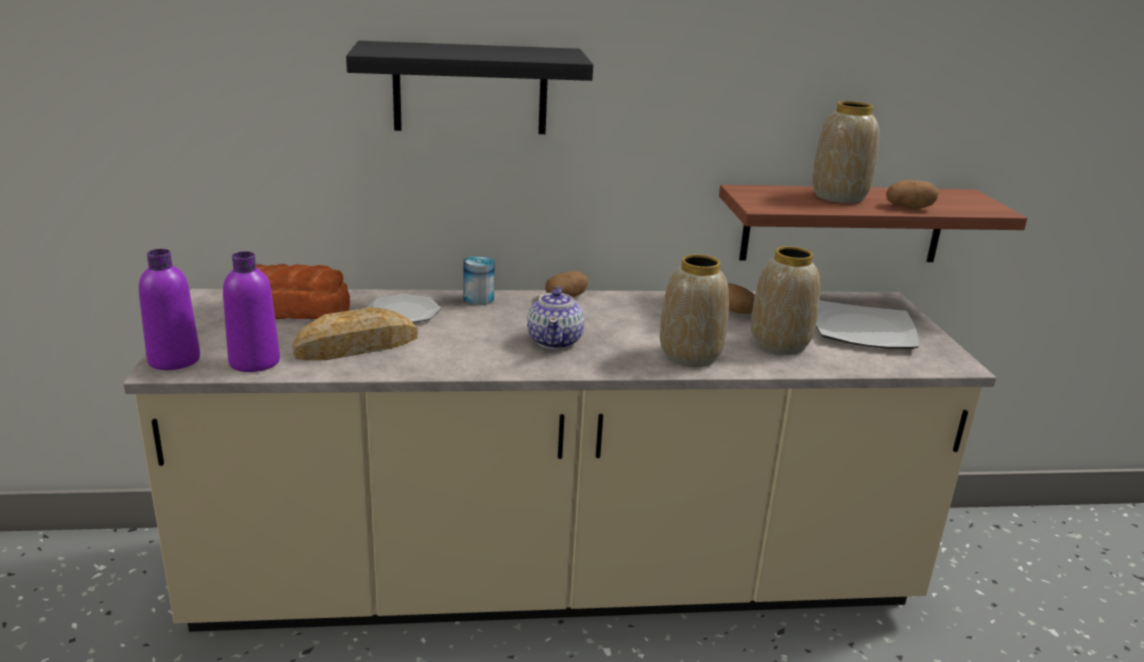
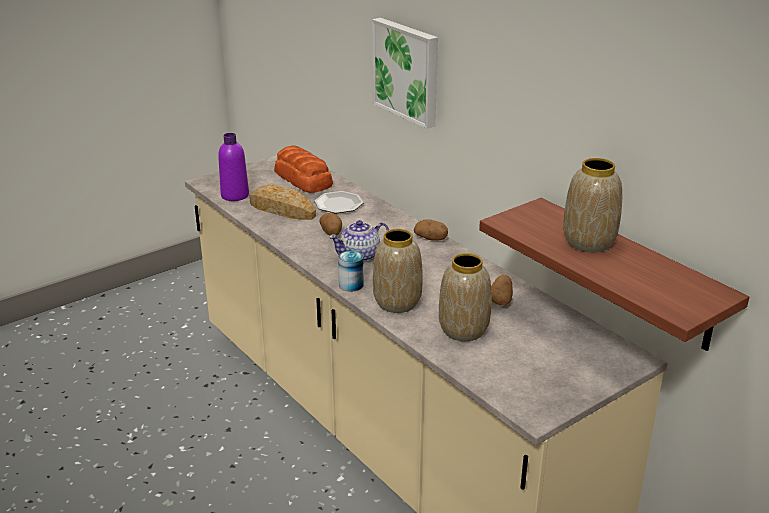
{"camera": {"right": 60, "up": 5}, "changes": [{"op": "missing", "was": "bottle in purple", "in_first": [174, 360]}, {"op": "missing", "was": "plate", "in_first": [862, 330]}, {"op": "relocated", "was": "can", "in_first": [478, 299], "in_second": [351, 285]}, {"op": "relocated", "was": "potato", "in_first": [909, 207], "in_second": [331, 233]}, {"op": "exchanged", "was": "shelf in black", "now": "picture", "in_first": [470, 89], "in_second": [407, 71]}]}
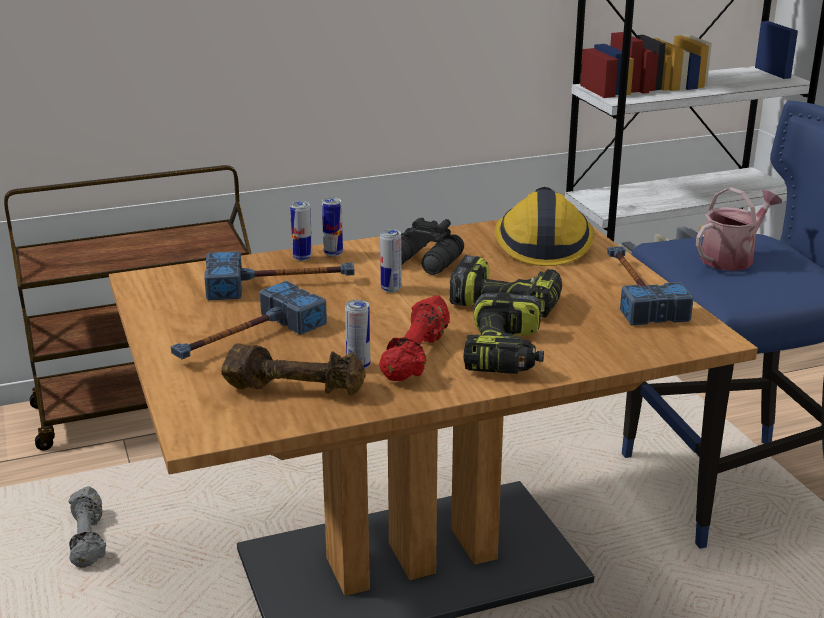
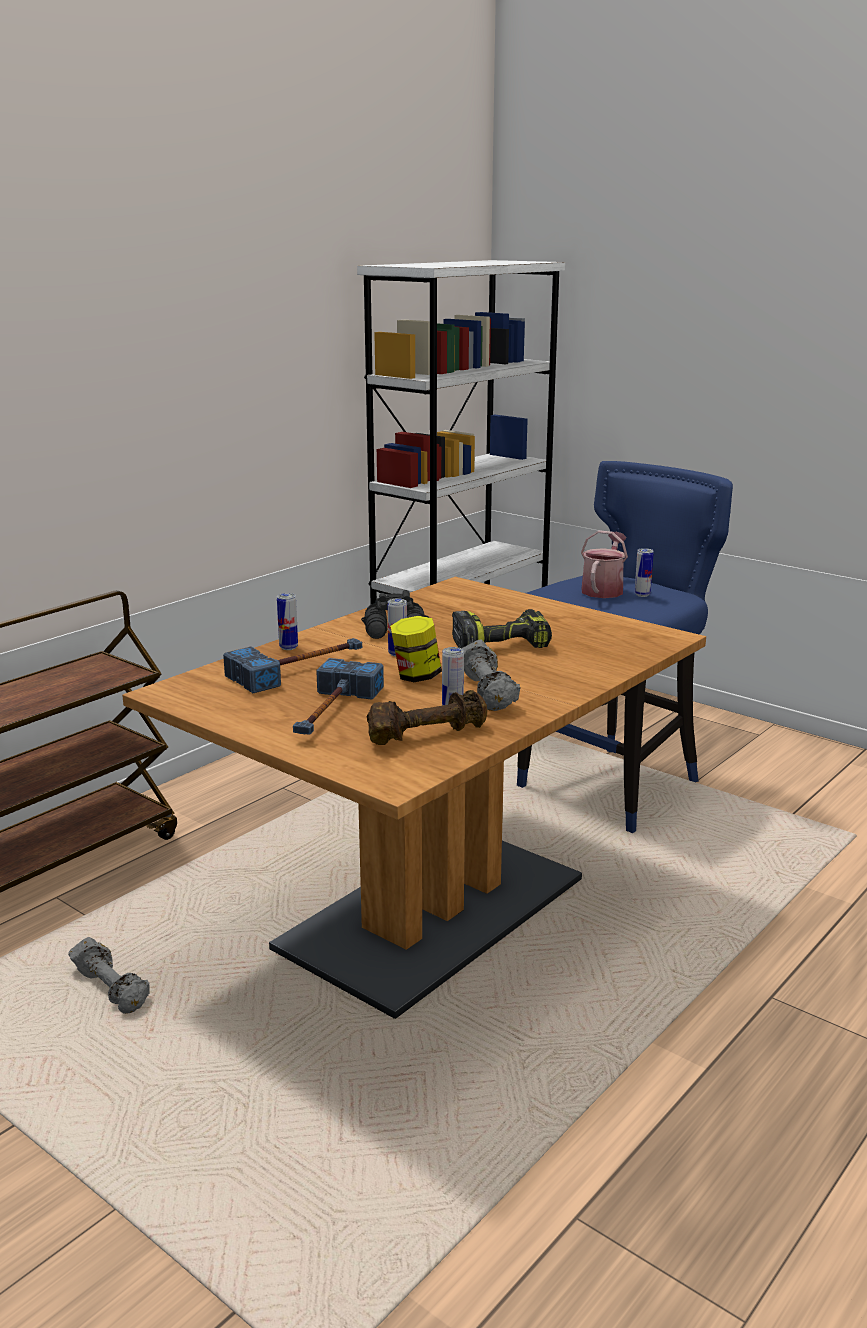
{"camera": {"right": -30, "up": -5}, "changes": [{"op": "missing", "was": "power drill", "in_first": [506, 353]}, {"op": "missing", "was": "hard hat", "in_first": [542, 244]}, {"op": "missing", "was": "hammer", "in_first": [636, 291]}, {"op": "appeared", "now": "jar", "in_second": [416, 676]}, {"op": "relocated", "was": "can", "in_first": [333, 253], "in_second": [642, 595]}, {"op": "colour", "was": "dumbbell in red", "now": "dumbbell in grey", "in_first": [417, 357], "in_second": [488, 692]}]}
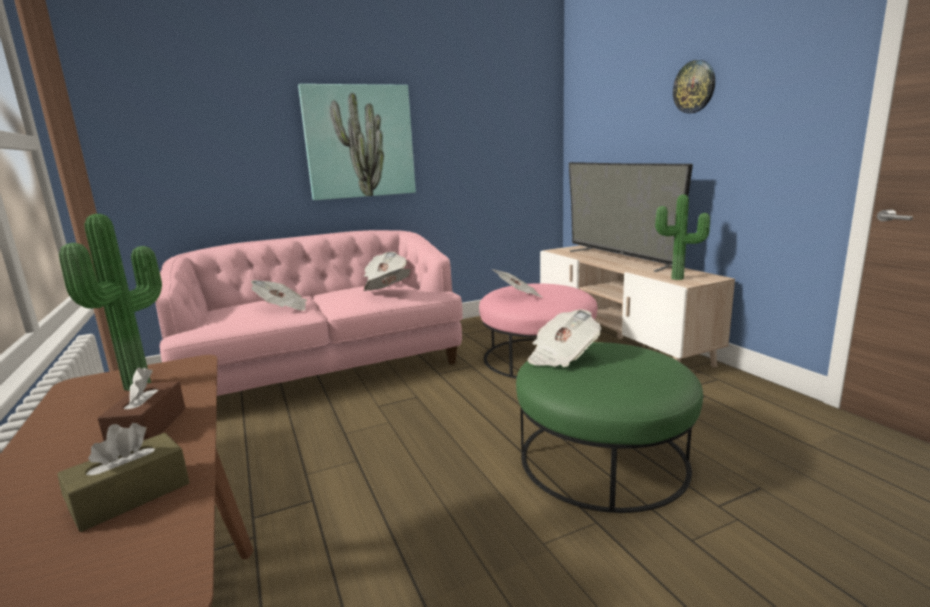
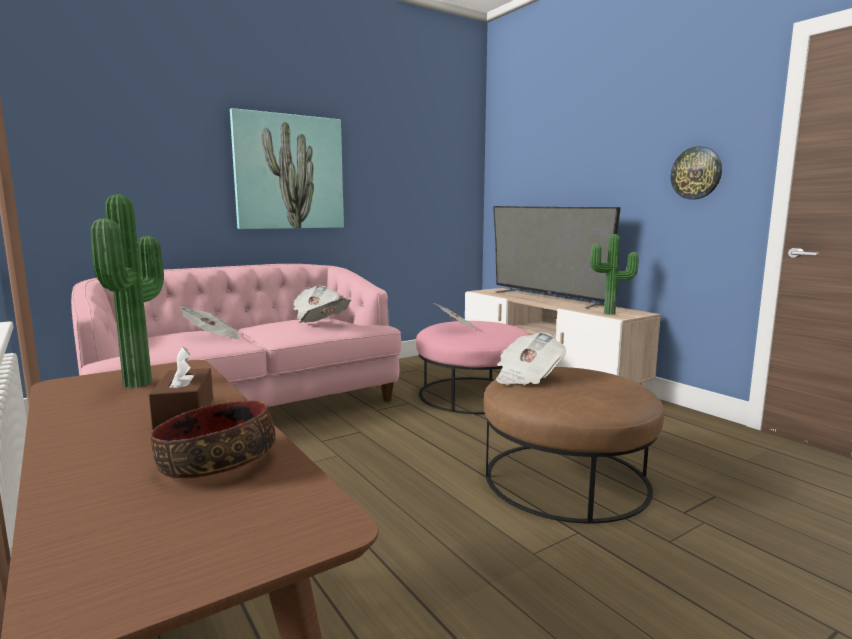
{"camera": {"right": -10, "up": -5}, "changes": [{"op": "relocated", "was": "wall clock", "in_first": [694, 87], "in_second": [696, 173]}, {"op": "exchanged", "was": "tissue box in brown", "now": "bowl", "in_first": [130, 496], "in_second": [218, 461]}, {"op": "colour", "was": "ottoman in green", "now": "ottoman in brown", "in_first": [602, 458], "in_second": [566, 479]}]}
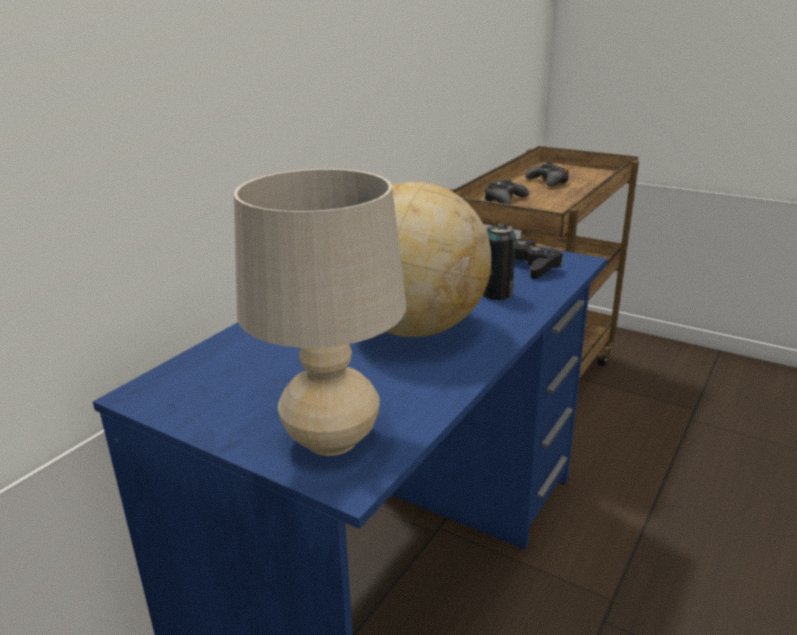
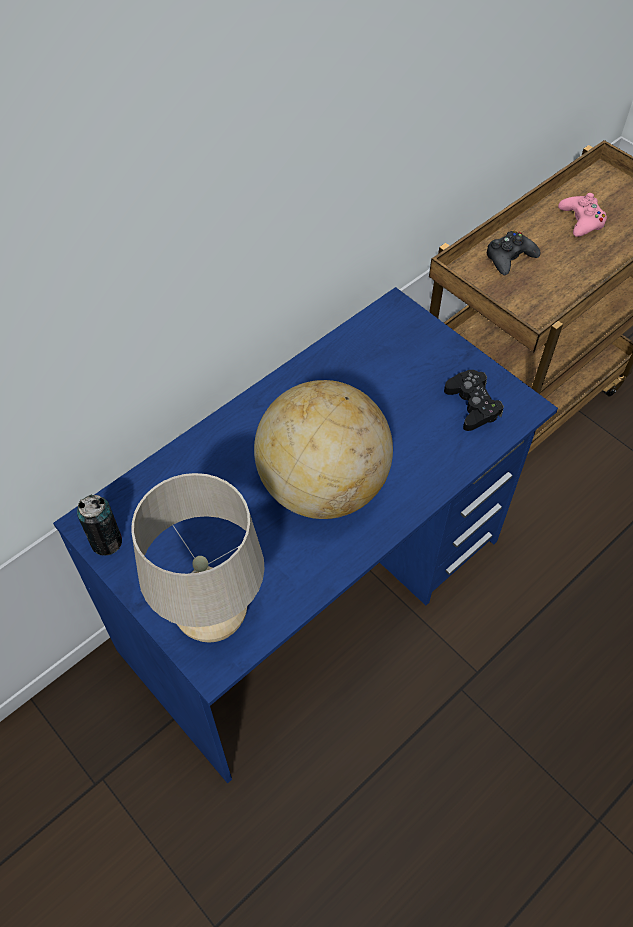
{"camera": {"right": 15, "up": 30}, "changes": [{"op": "relocated", "was": "can", "in_first": [497, 294], "in_second": [106, 542]}, {"op": "colour", "was": "game controller in black", "now": "game controller in pink", "in_first": [548, 182], "in_second": [581, 221]}]}
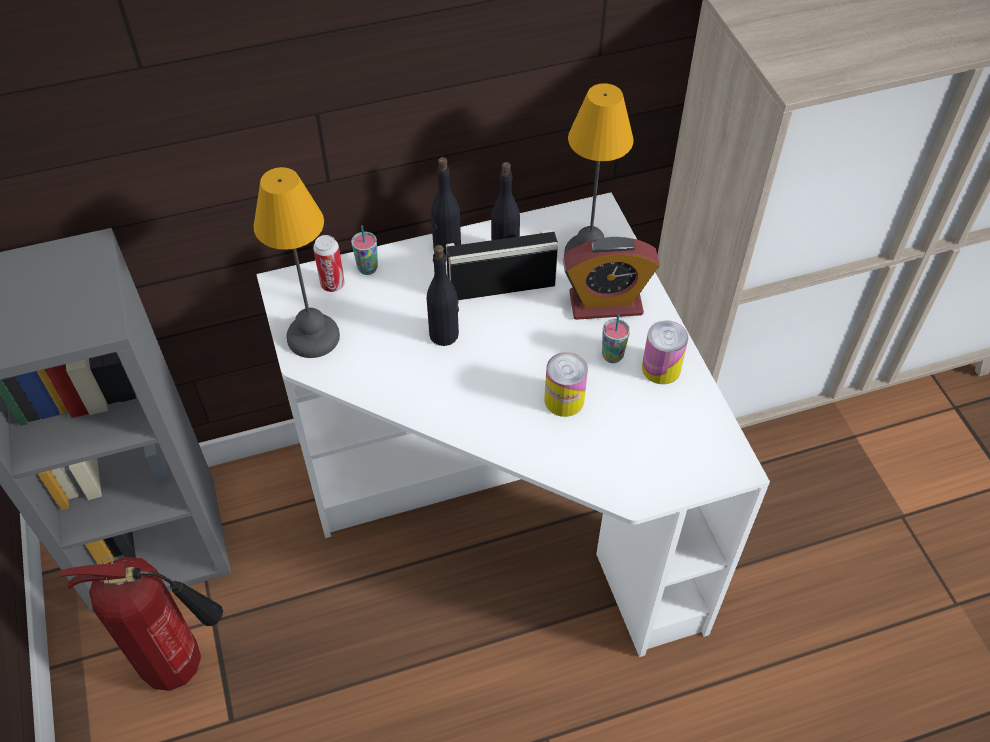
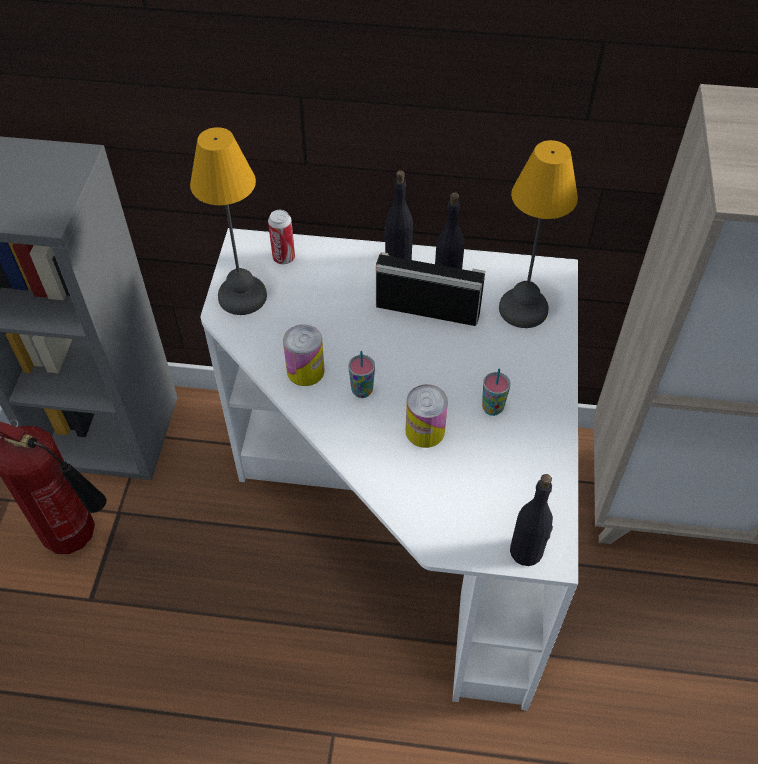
{"camera": {"right": 25, "up": 0}, "changes": [{"op": "missing", "was": "alarm clock", "in_first": [605, 303]}, {"op": "relocated", "was": "cup", "in_first": [367, 268], "in_second": [362, 391]}, {"op": "relocated", "was": "bottle in black", "in_first": [444, 334], "in_second": [526, 551]}, {"op": "relocated", "was": "can", "in_first": [661, 368], "in_second": [305, 371]}]}
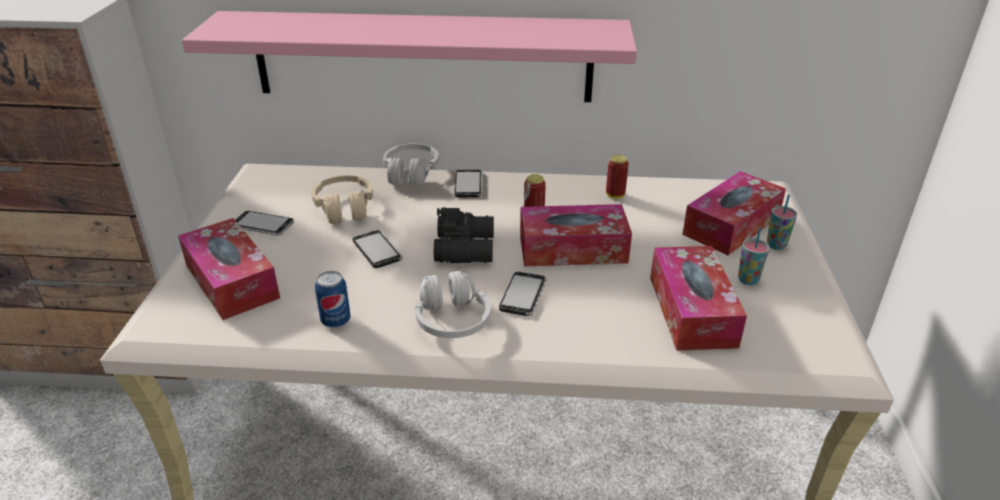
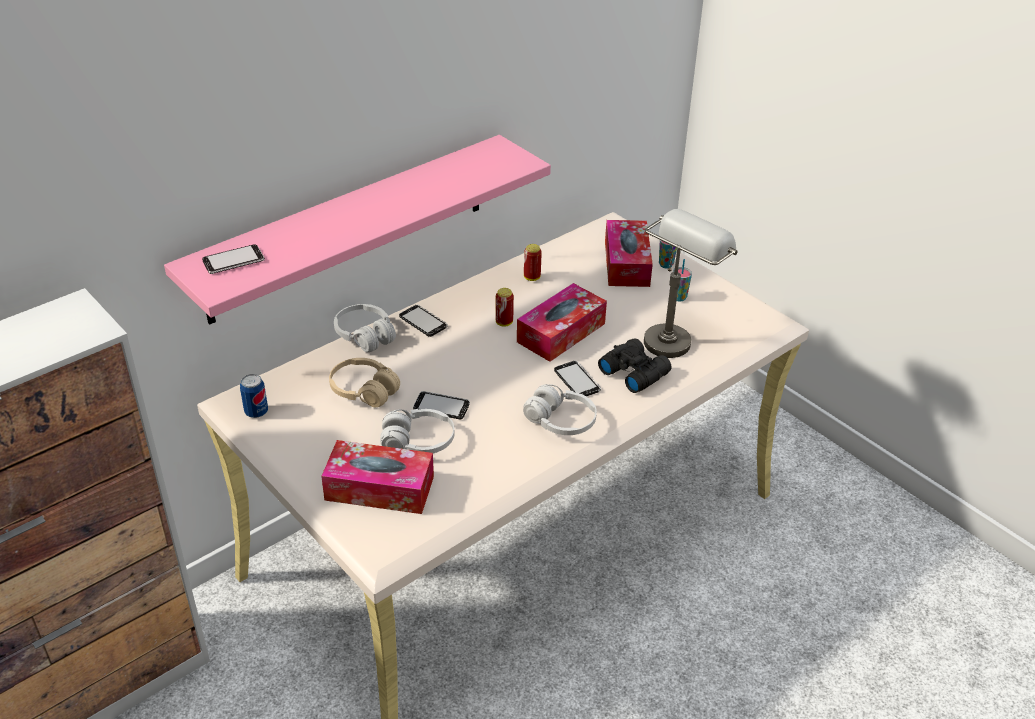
{"camera": {"right": -45, "up": 5}, "changes": [{"op": "appeared", "now": "headphones in white", "in_second": [418, 442]}, {"op": "relocated", "was": "phone", "in_first": [262, 225], "in_second": [234, 261]}, {"op": "relocated", "was": "can", "in_first": [336, 321], "in_second": [256, 412]}, {"op": "relocated", "was": "binoculars in black", "in_first": [467, 247], "in_second": [633, 371]}, {"op": "exchanged", "was": "tissue box", "now": "table lamp in grey", "in_first": [692, 311], "in_second": [675, 335]}]}
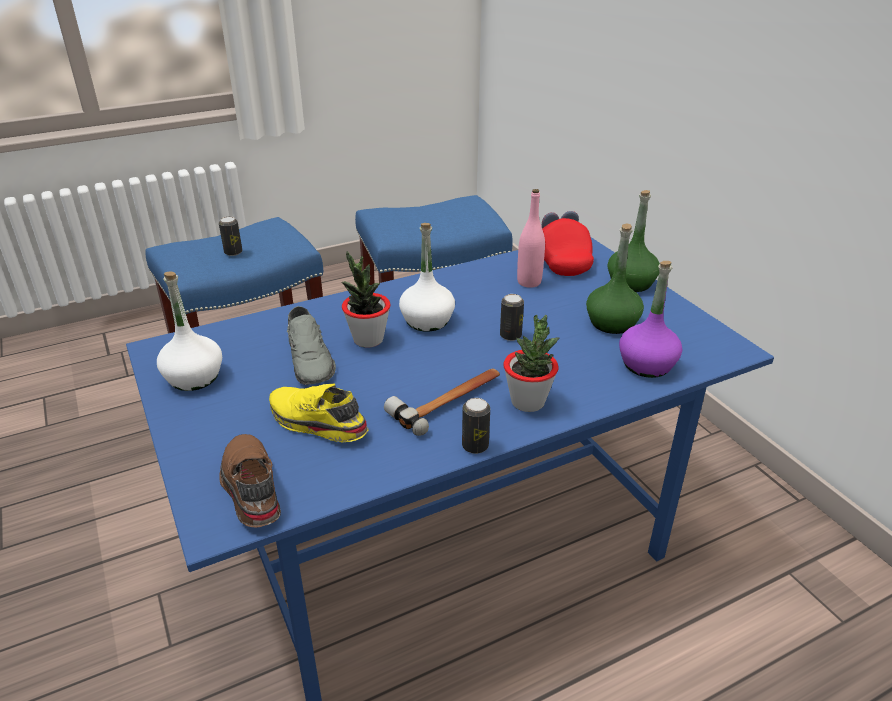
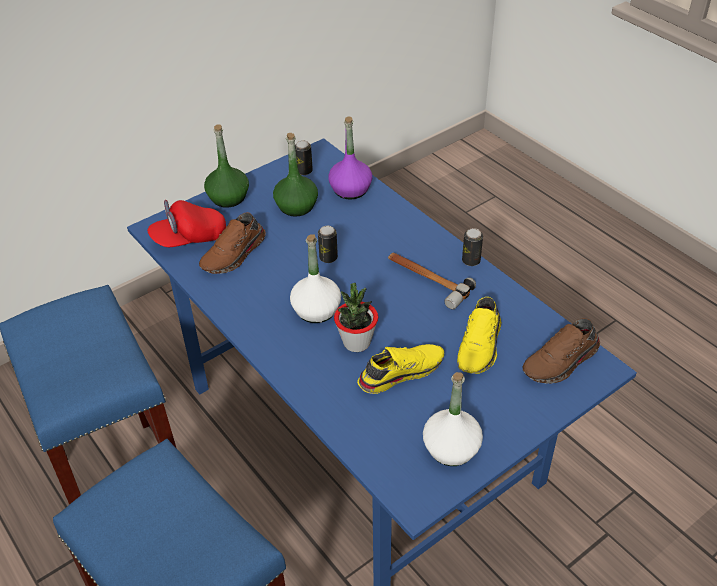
{"camera": {"right": -100, "up": 10}, "changes": [{"op": "missing", "was": "potted plant", "in_first": [528, 402]}, {"op": "relocated", "was": "can", "in_first": [233, 252], "in_second": [304, 171]}, {"op": "exchanged", "was": "bottle in pink", "now": "shoe in brown", "in_first": [529, 282], "in_second": [235, 255]}, {"op": "colour", "was": "shoe in grey", "now": "shoe in yellow", "in_first": [311, 361], "in_second": [400, 372]}]}
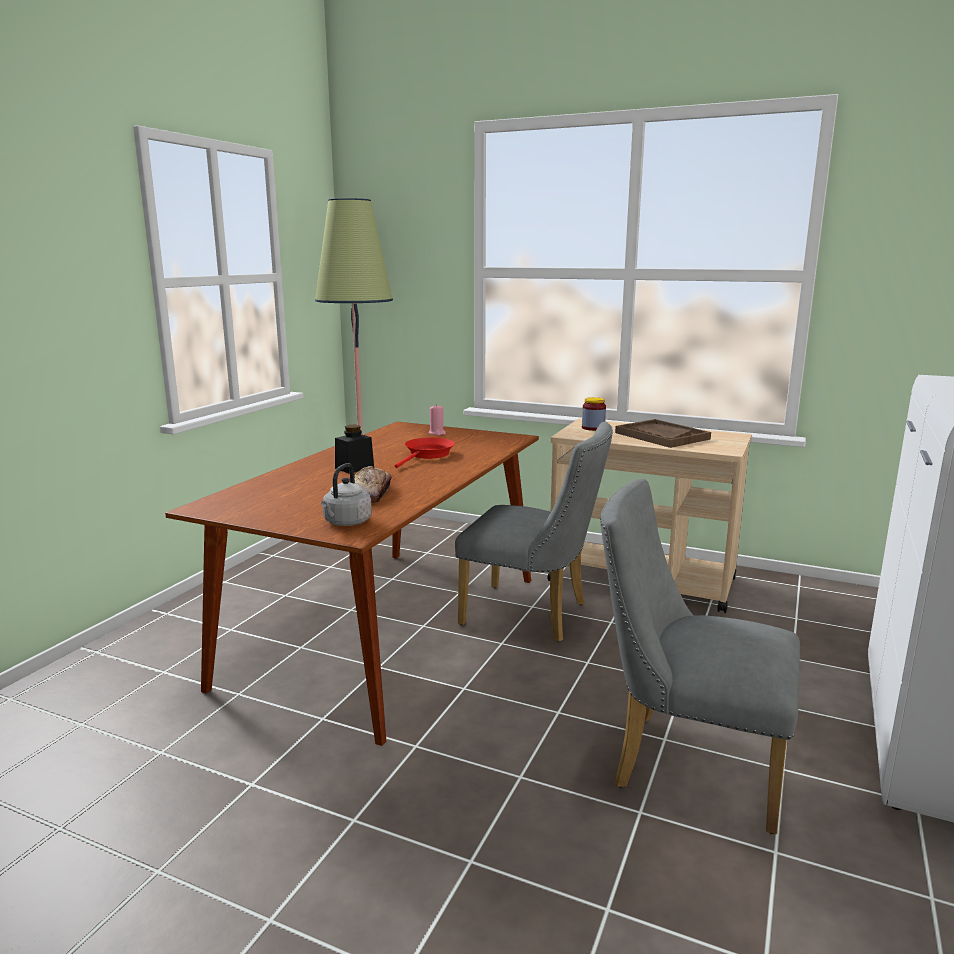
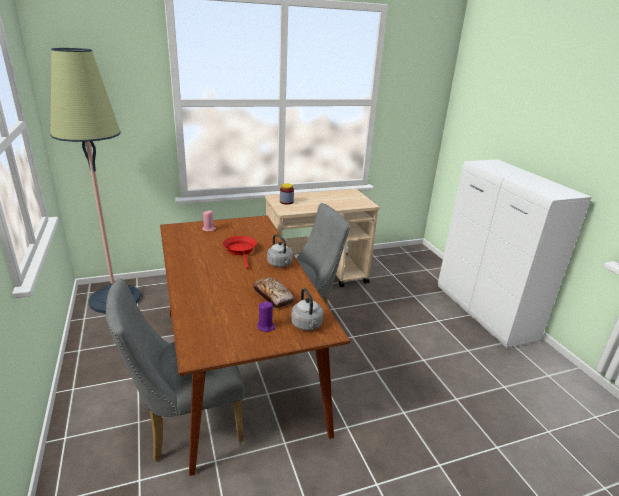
{"camera": {"right": -45, "up": 10}, "changes": [{"op": "missing", "was": "jar in black", "in_first": [354, 468]}, {"op": "missing", "was": "tray in brown", "in_first": [661, 436]}, {"op": "appeared", "now": "candle in purple", "in_second": [266, 327]}, {"op": "appeared", "now": "kettle in grey", "in_second": [280, 264]}, {"op": "relocated", "was": "chair in grey", "in_first": [685, 764], "in_second": [186, 424]}]}
